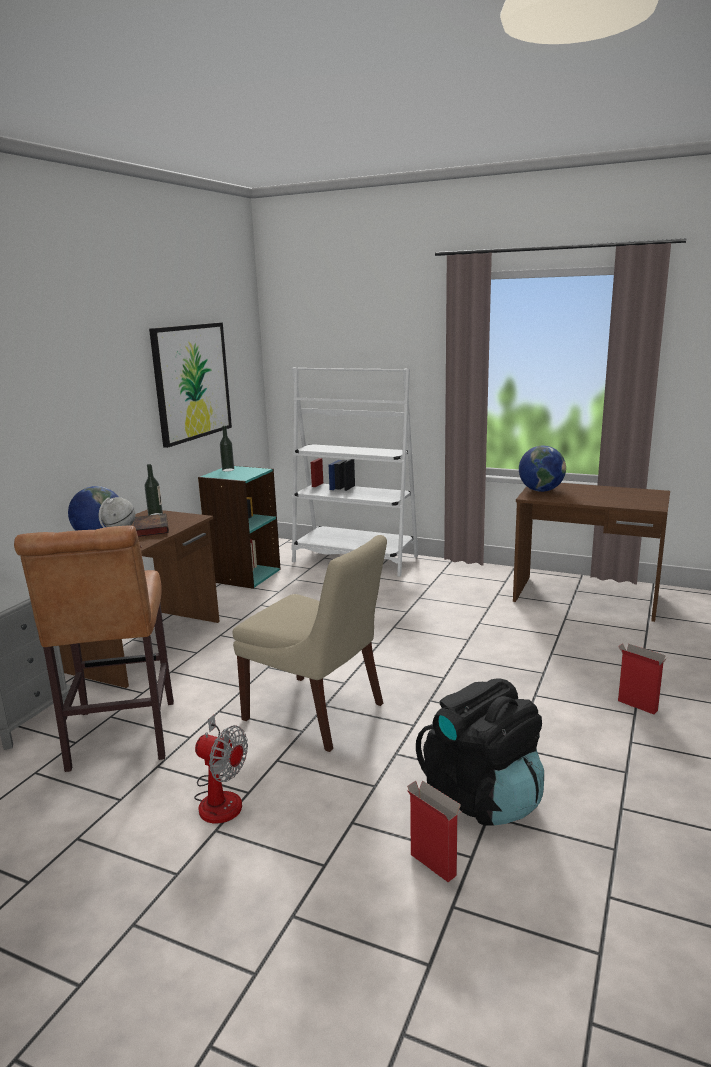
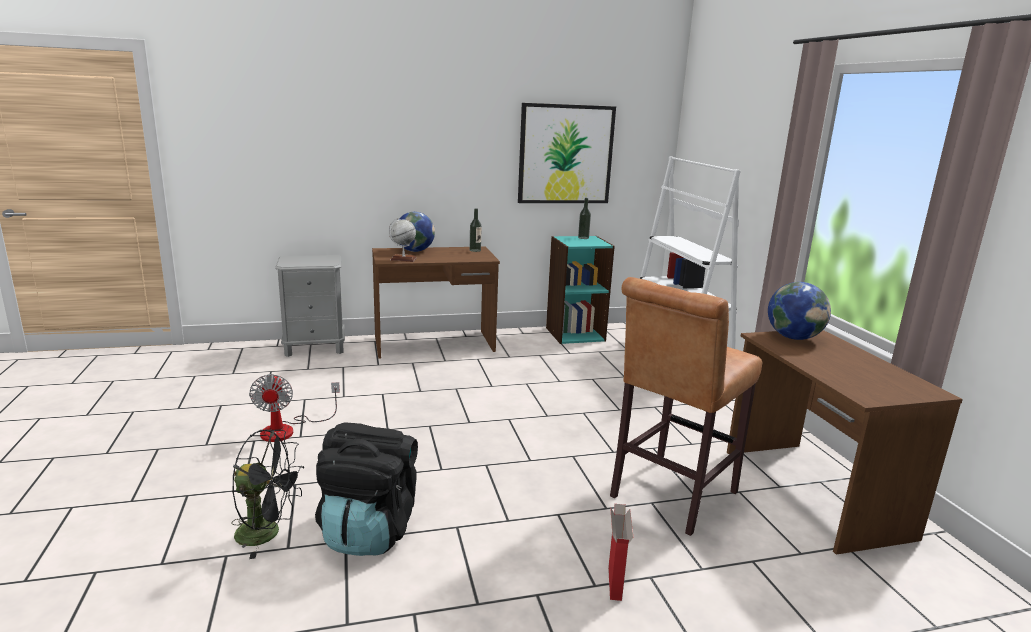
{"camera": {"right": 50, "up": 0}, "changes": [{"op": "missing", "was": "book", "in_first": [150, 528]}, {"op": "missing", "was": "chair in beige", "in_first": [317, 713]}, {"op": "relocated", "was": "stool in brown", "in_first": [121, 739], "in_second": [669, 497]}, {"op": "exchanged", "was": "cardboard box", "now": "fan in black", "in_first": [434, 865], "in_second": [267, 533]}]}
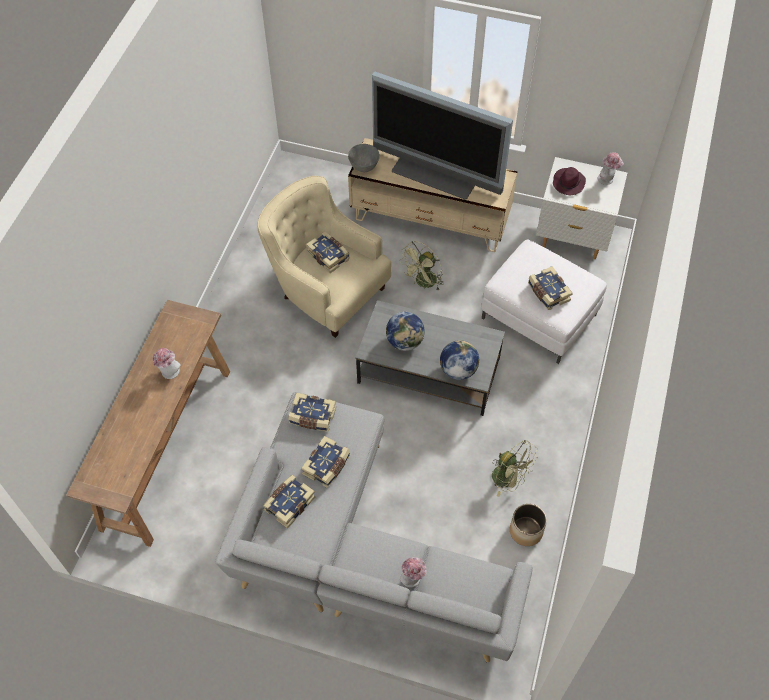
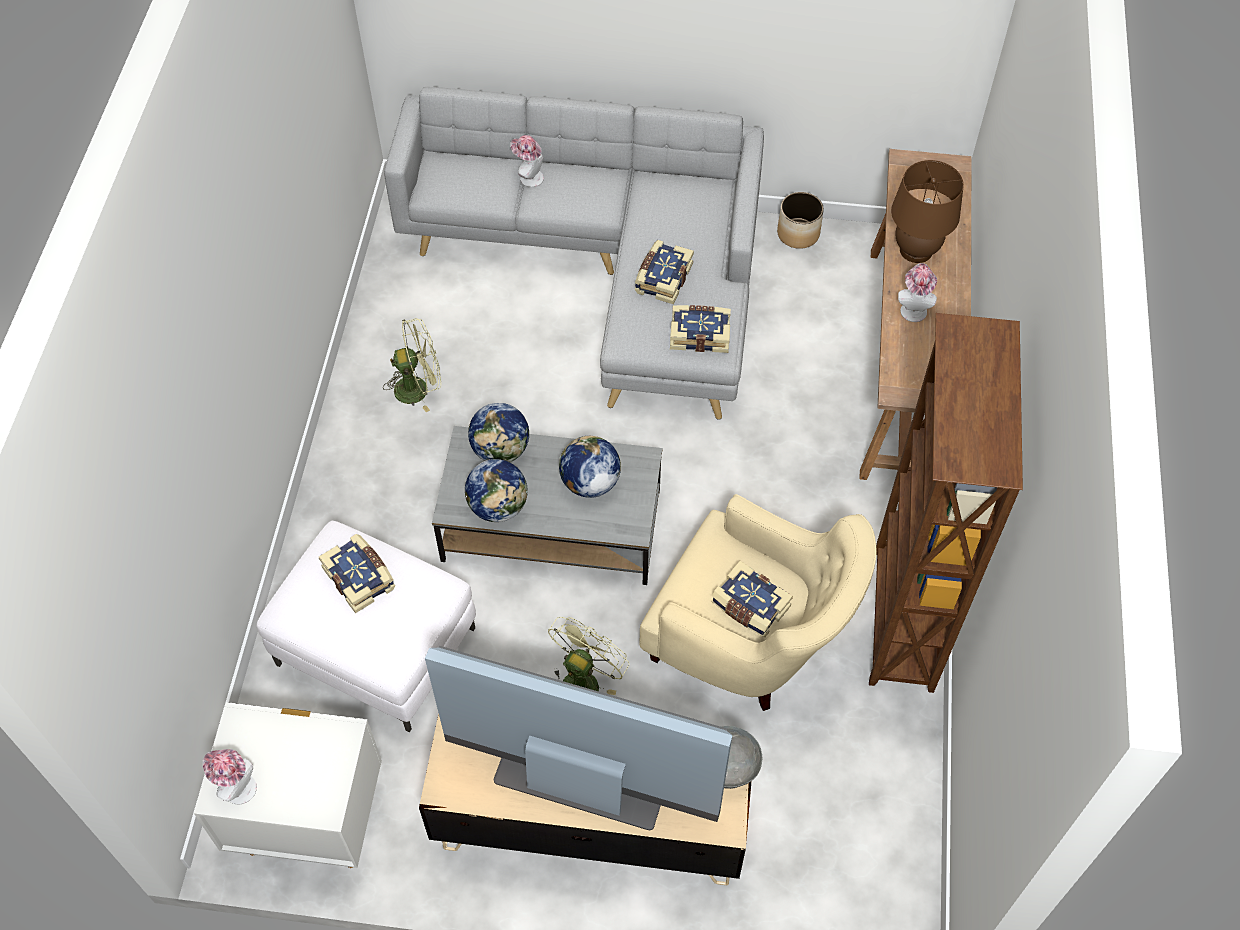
{"camera": {"right": 170, "up": 0}, "changes": [{"op": "missing", "was": "book", "in_first": [289, 504]}, {"op": "missing", "was": "hat in purple", "in_first": [568, 183]}, {"op": "appeared", "now": "globe", "in_second": [498, 506]}, {"op": "appeared", "now": "bookcase in brown", "in_second": [901, 621]}, {"op": "appeared", "now": "table lamp in brown", "in_second": [916, 250]}, {"op": "relocated", "was": "planter", "in_first": [525, 531], "in_second": [798, 233]}, {"op": "spun", "was": "fan in green", "in_first": [509, 479], "in_second": [419, 388], "clockwise": 135}]}
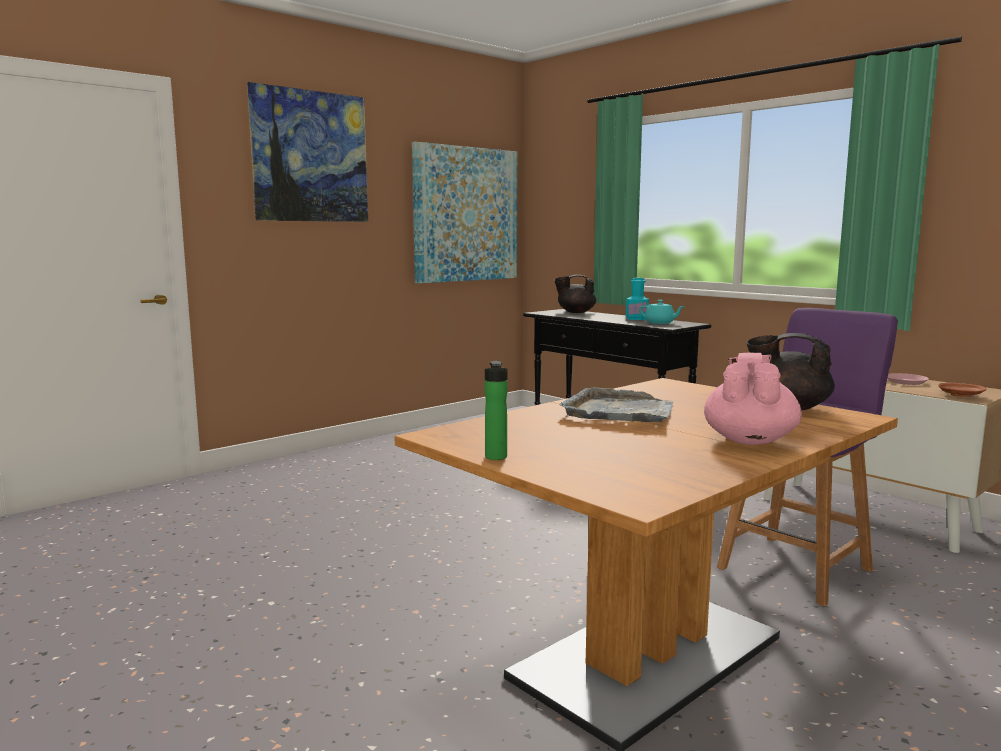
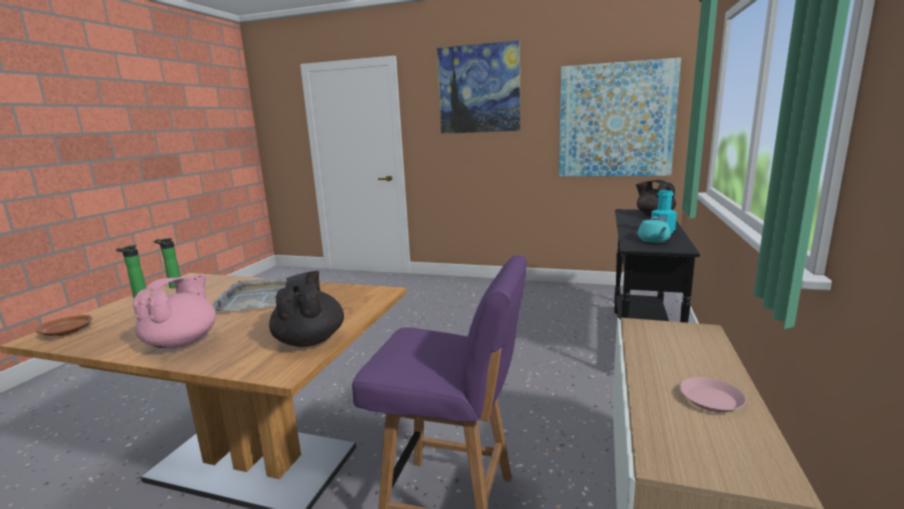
{"camera": {"right": 60, "up": 5}, "changes": [{"op": "appeared", "now": "bottle", "in_second": [173, 286]}, {"op": "relocated", "was": "plate in brown", "in_first": [961, 395], "in_second": [68, 332]}, {"op": "spun", "was": "teapot in pink", "in_first": [749, 440], "in_second": [183, 342], "clockwise": -60}]}
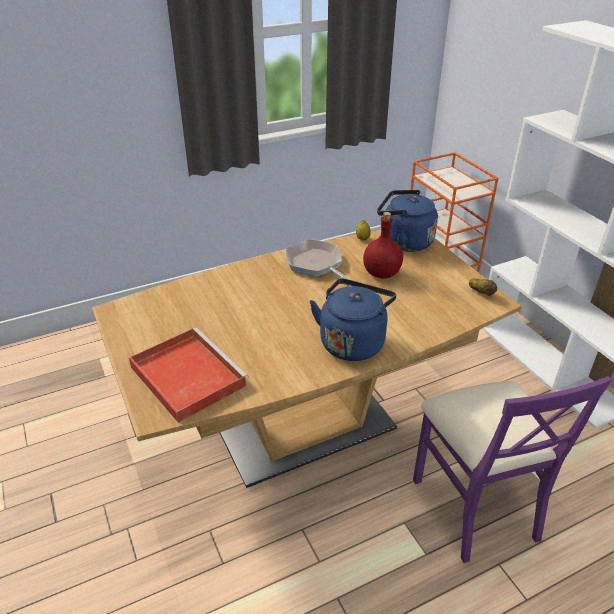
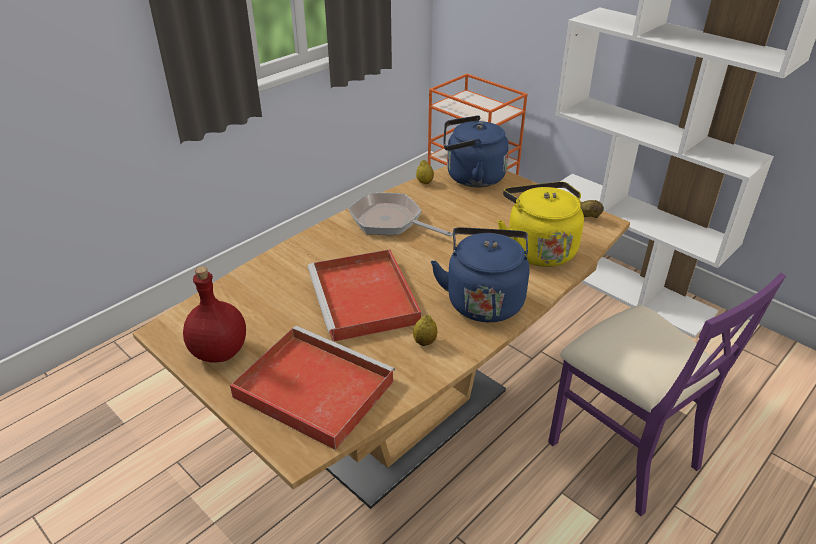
{"camera": {"right": -20, "up": 0}, "changes": [{"op": "appeared", "now": "tray in red", "in_second": [365, 299]}, {"op": "appeared", "now": "lemon", "in_second": [425, 342]}, {"op": "appeared", "now": "kettle in yellow", "in_second": [538, 249]}, {"op": "relocated", "was": "bottle in red", "in_first": [382, 273], "in_second": [220, 351]}]}
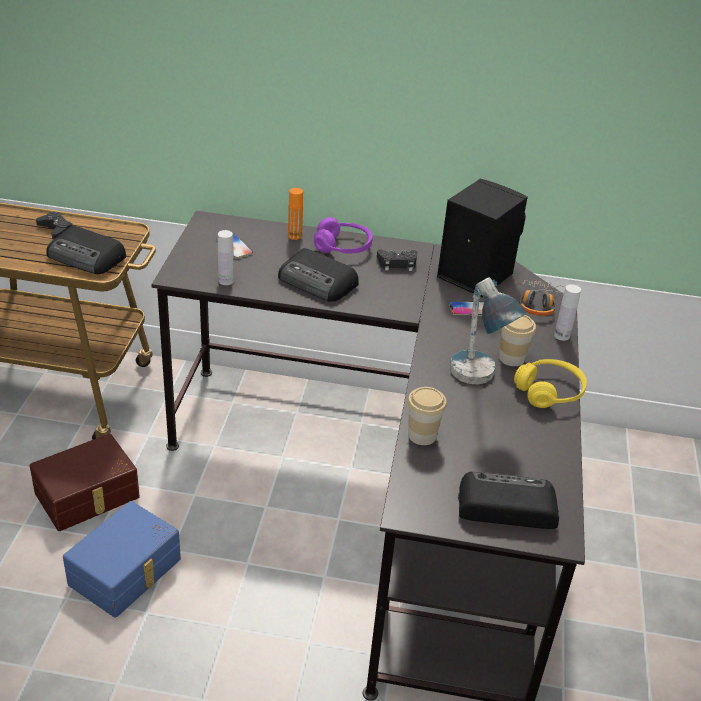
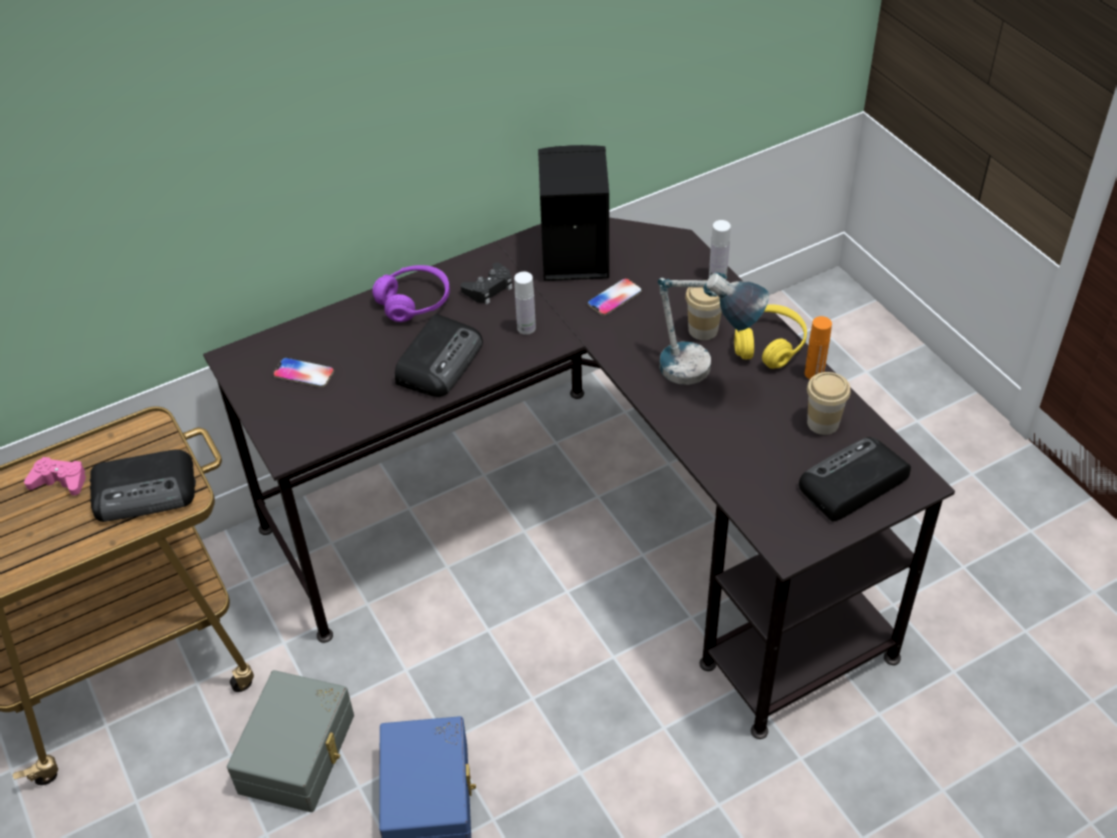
{"camera": {"right": -35, "up": 10}, "changes": [{"op": "missing", "was": "headphones", "in_first": [537, 303]}, {"op": "relocated", "was": "bottle in white", "in_first": [226, 281], "in_second": [526, 328]}, {"op": "relocated", "was": "bottle in orange", "in_first": [294, 236], "in_second": [814, 373]}, {"op": "relocated", "was": "cup", "in_first": [422, 435], "in_second": [823, 423]}, {"op": "colour", "was": "storage box in brown", "now": "storage box in grey", "in_first": [88, 496], "in_second": [300, 753]}, {"op": "colour", "was": "game controller in black", "now": "game controller in pink", "in_first": [56, 230], "in_second": [59, 481]}, {"op": "spun", "was": "radio", "in_first": [318, 282], "in_second": [440, 361], "clockwise": -60}]}
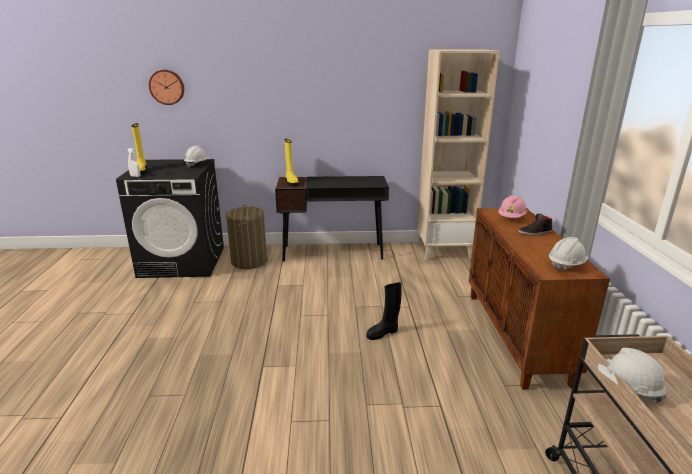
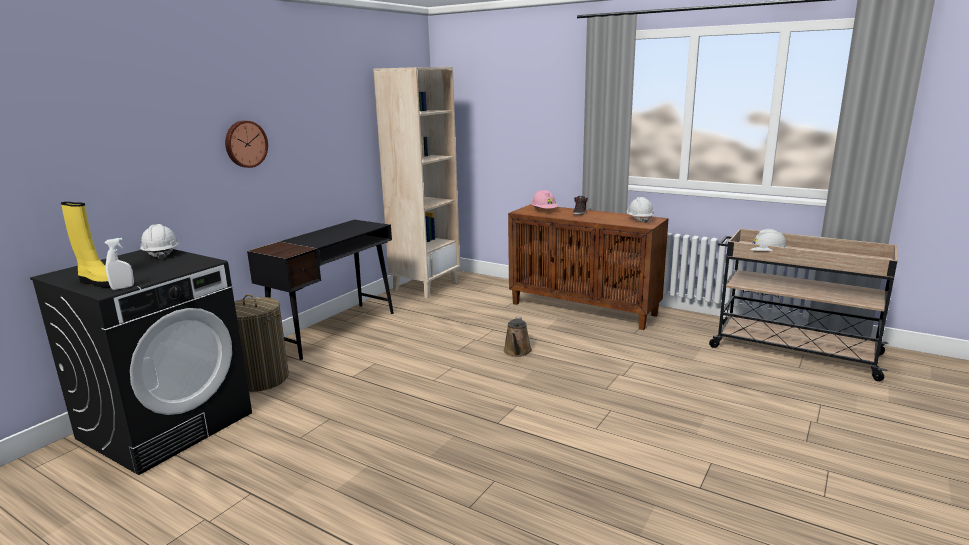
{"camera": {"right": -55, "up": -5}, "changes": [{"op": "missing", "was": "boot in yellow", "in_first": [291, 182]}, {"op": "relocated", "was": "wall clock", "in_first": [167, 87], "in_second": [245, 144]}, {"op": "exchanged", "was": "boot in black", "now": "watering can in brown", "in_first": [383, 333], "in_second": [517, 352]}]}
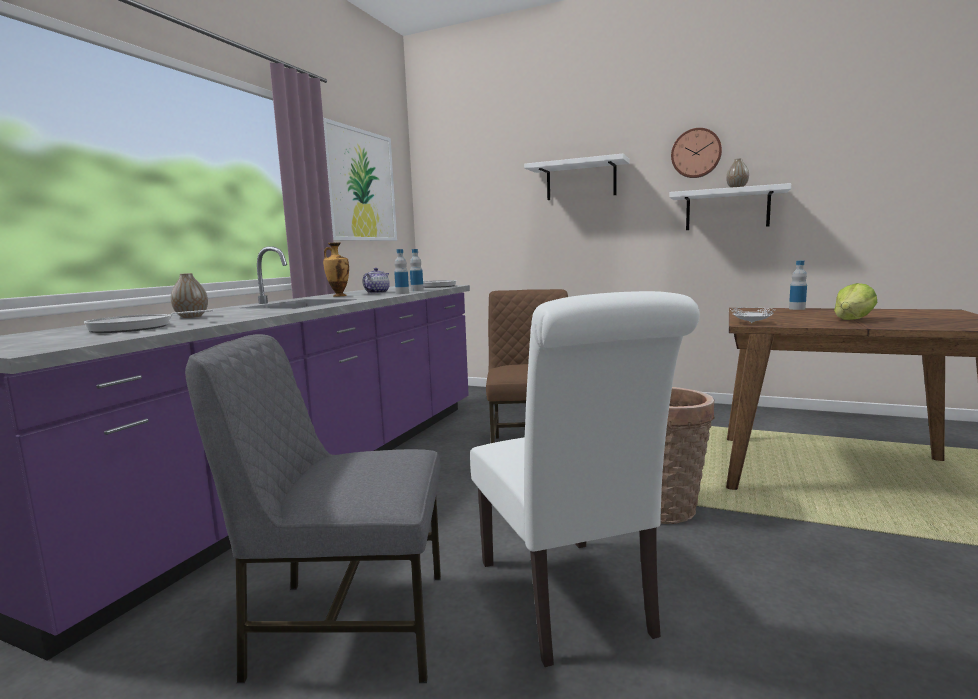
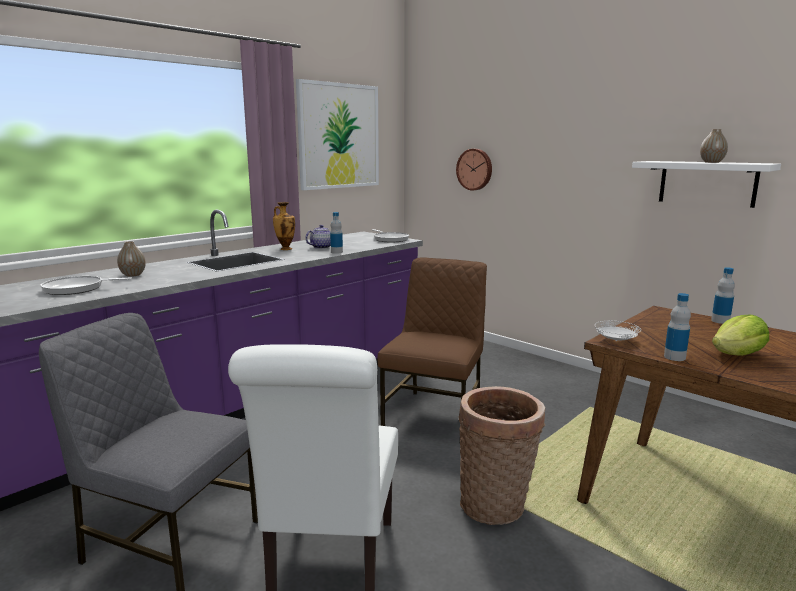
{"camera": {"right": 20, "up": 5}, "changes": [{"op": "missing", "was": "shelf in white", "in_first": [581, 180]}, {"op": "relocated", "was": "bottle", "in_first": [417, 290], "in_second": [674, 357]}, {"op": "relocated", "was": "wall clock", "in_first": [696, 153], "in_second": [475, 169]}]}
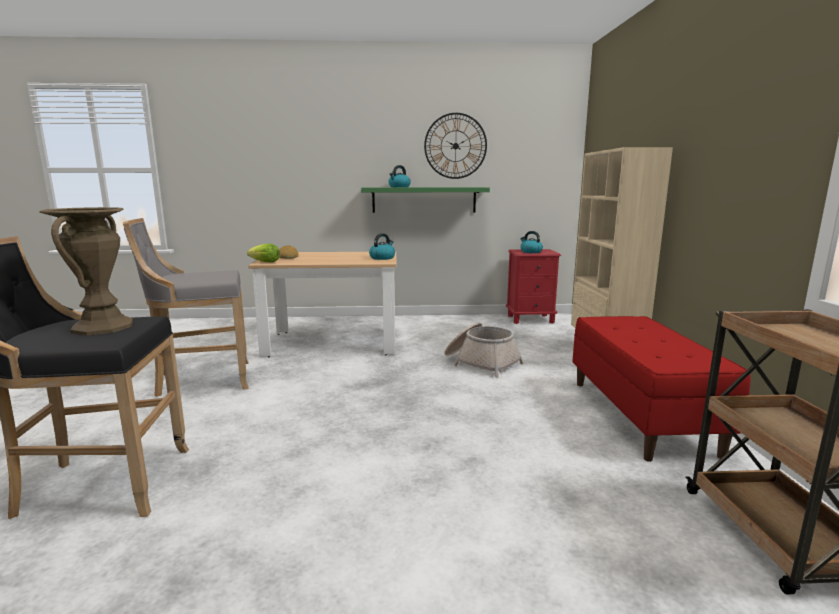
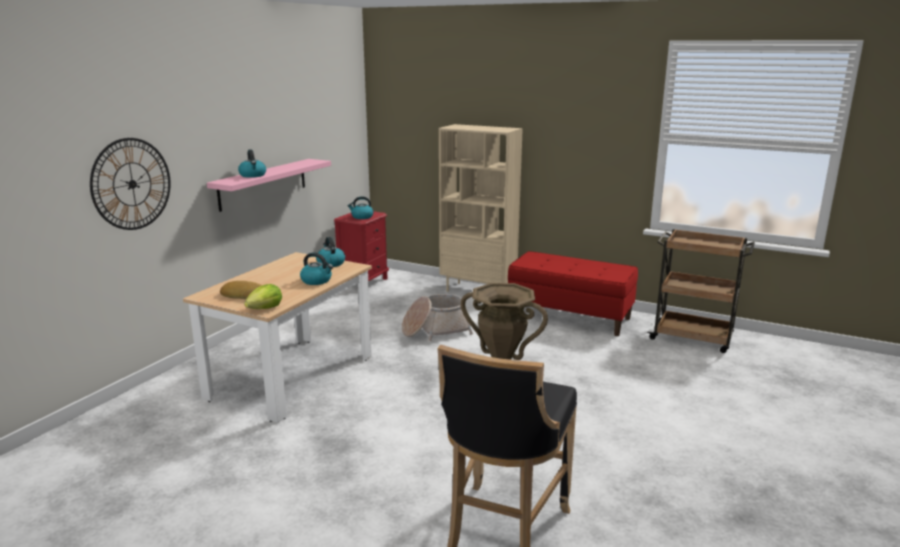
{"camera": {"right": -60, "up": 5}, "changes": [{"op": "missing", "was": "stool in grey", "in_first": [201, 380]}, {"op": "appeared", "now": "kettle", "in_second": [317, 281]}, {"op": "relocated", "was": "wall clock", "in_first": [455, 146], "in_second": [132, 184]}, {"op": "colour", "was": "shelf in green", "now": "shelf in pink", "in_first": [424, 200], "in_second": [263, 184]}]}
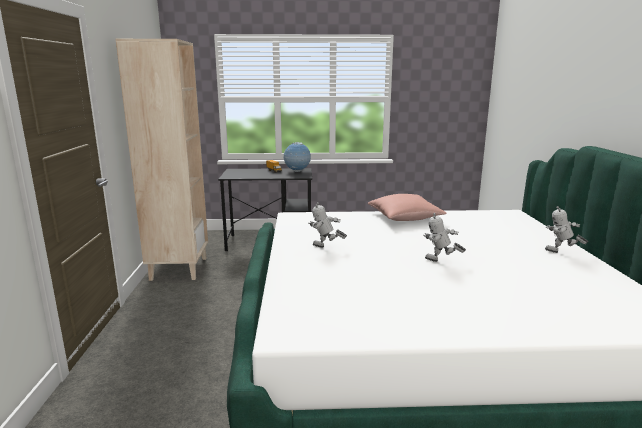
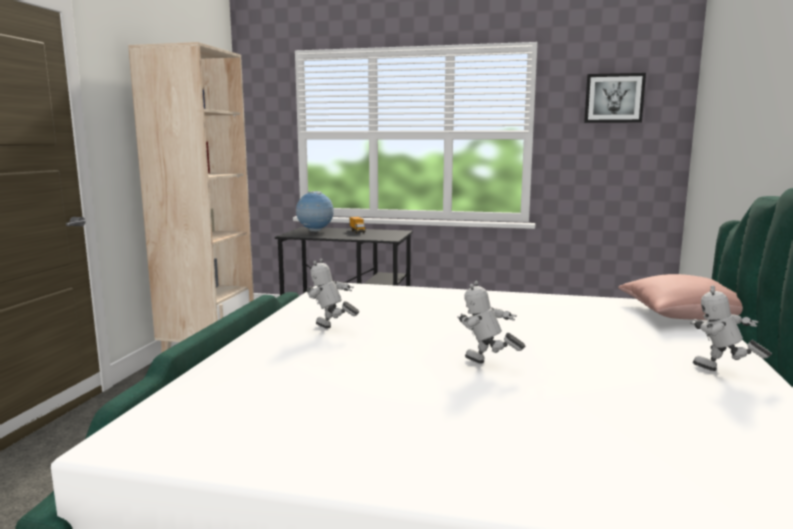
{"camera": {"right": 15, "up": -5}, "changes": [{"op": "appeared", "now": "picture", "in_second": [614, 98]}, {"op": "relocated", "was": "globe", "in_first": [297, 171], "in_second": [315, 231]}, {"op": "relocated", "was": "pillow in pink", "in_first": [404, 217], "in_second": [684, 314]}]}
